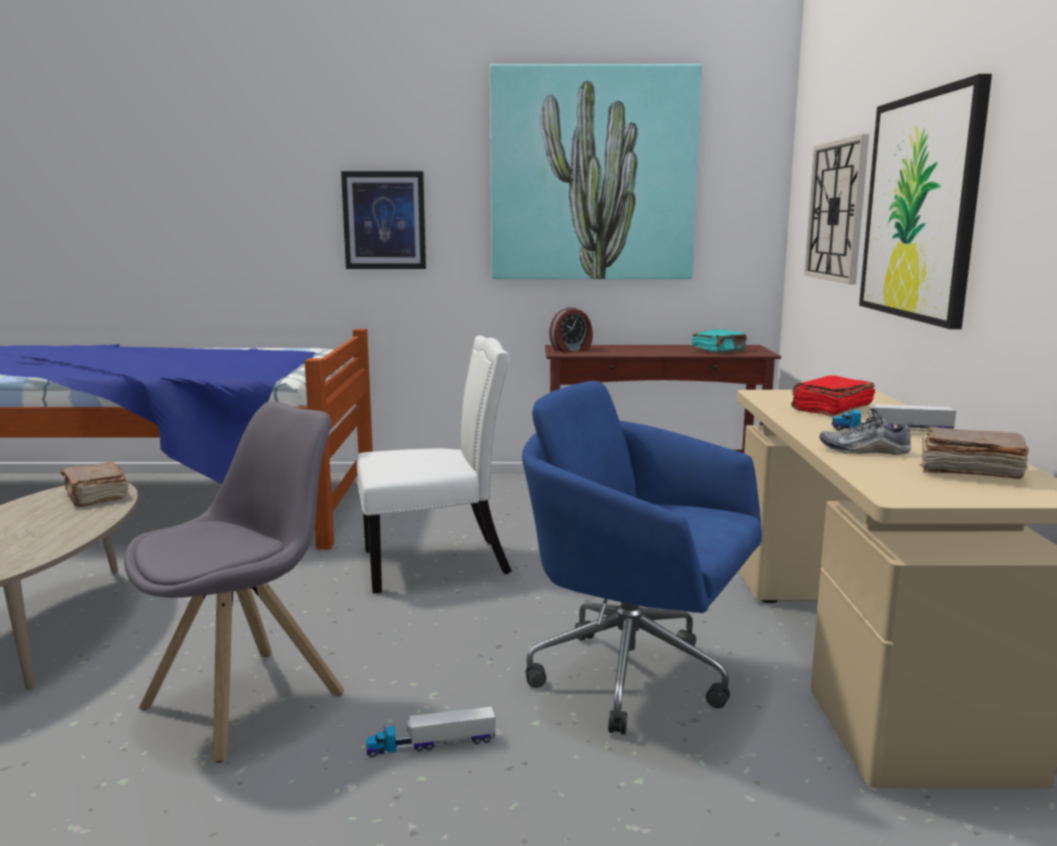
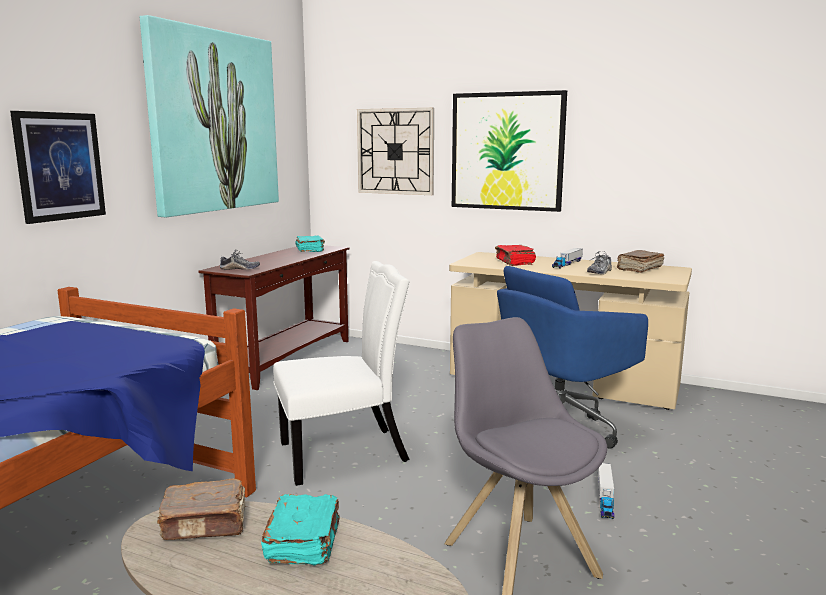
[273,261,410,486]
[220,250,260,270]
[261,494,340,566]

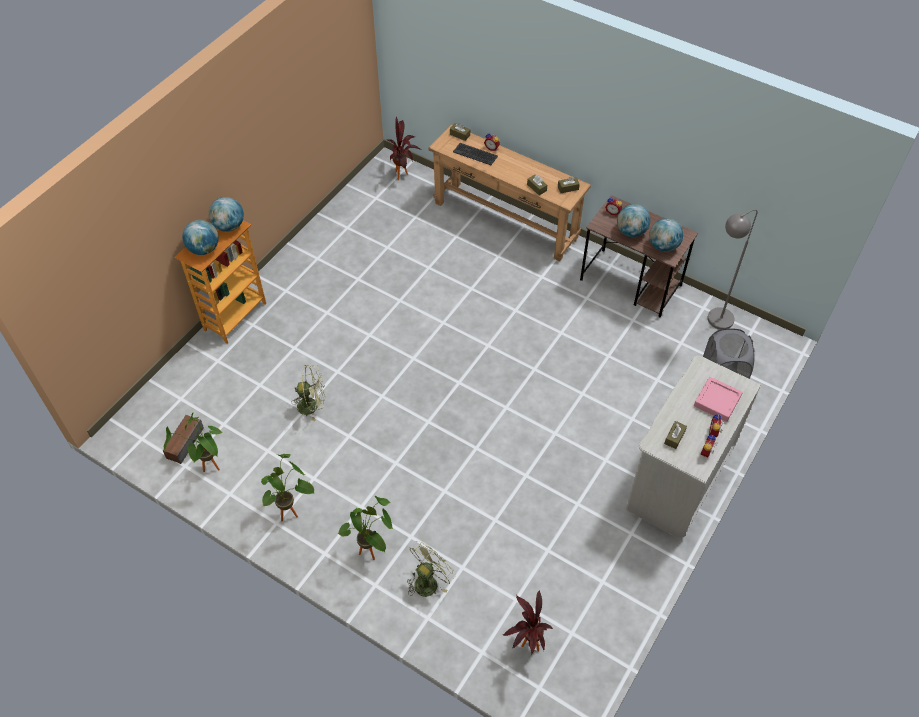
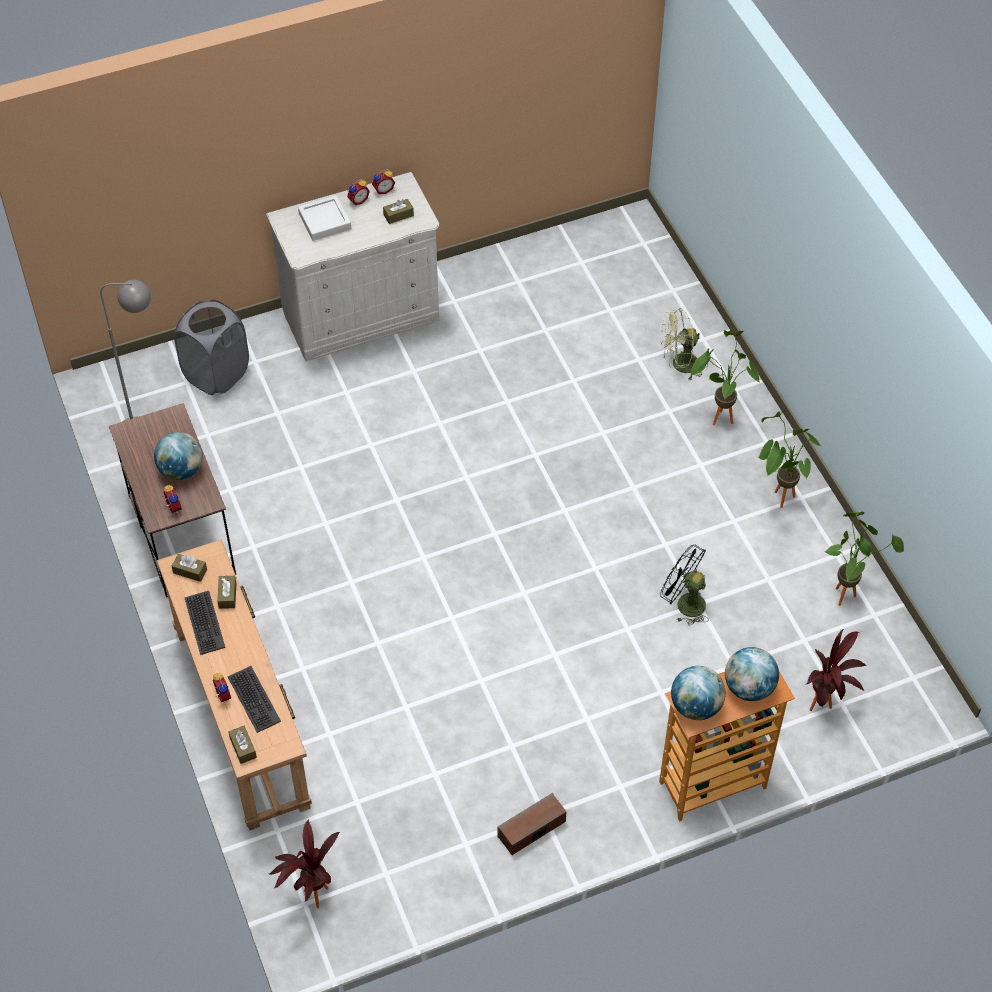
[497,793,566,855]
[660,545,709,626]
[807,630,866,711]
[649,218,683,252] (first image)
[298,195,351,241]
[185,591,225,655]

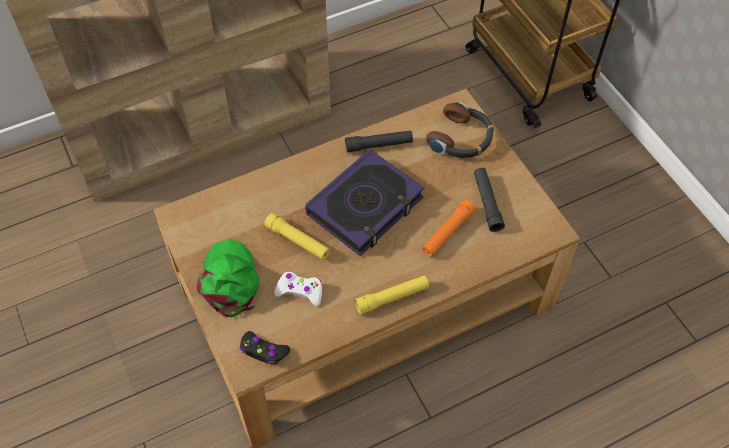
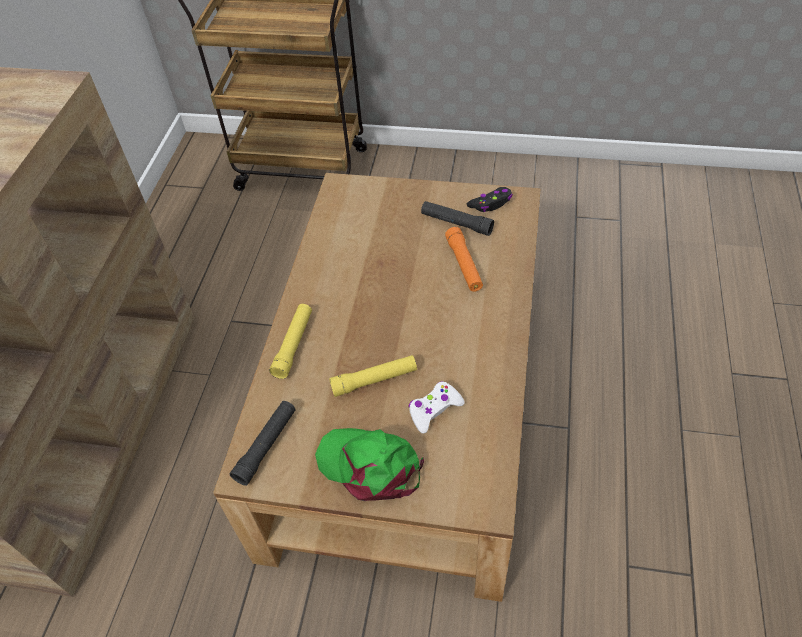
[467,187,513,212]
[305,149,424,256] (first image)
[230,401,296,486]
[269,304,312,379]
[426,102,494,158] (first image)

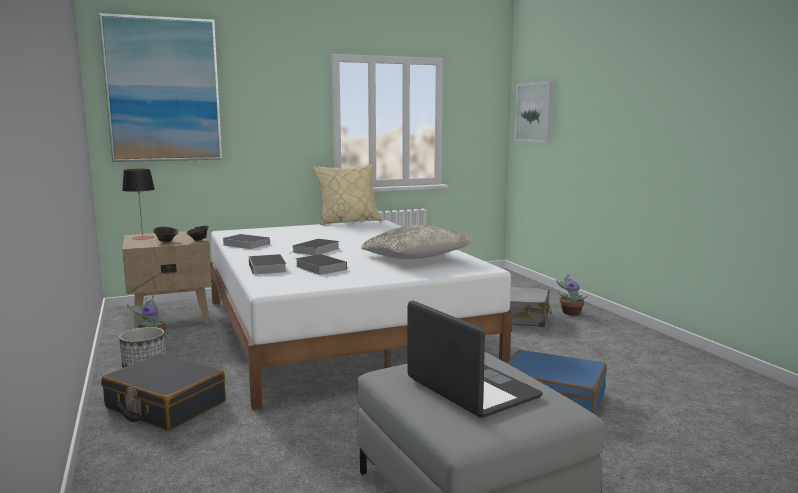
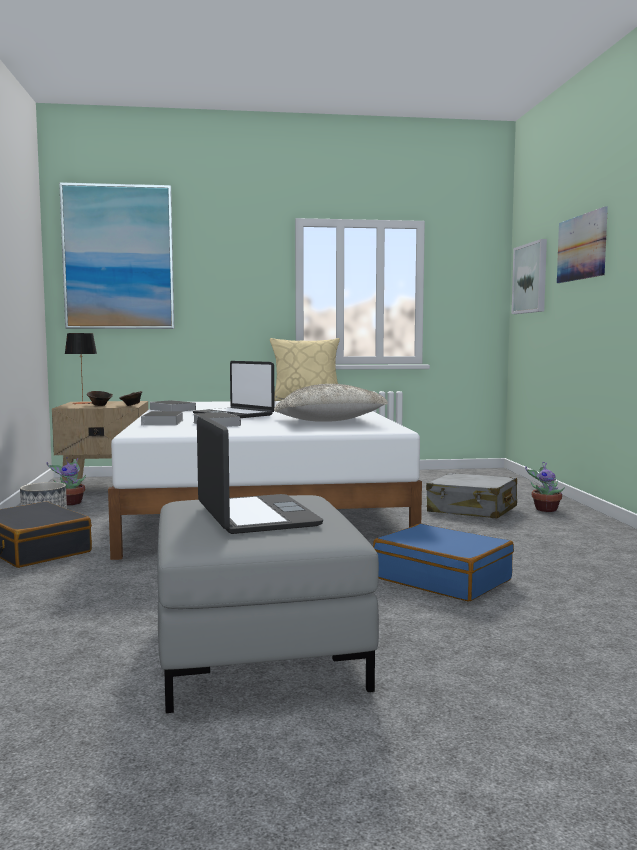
[193,361,275,418]
[557,206,608,283]

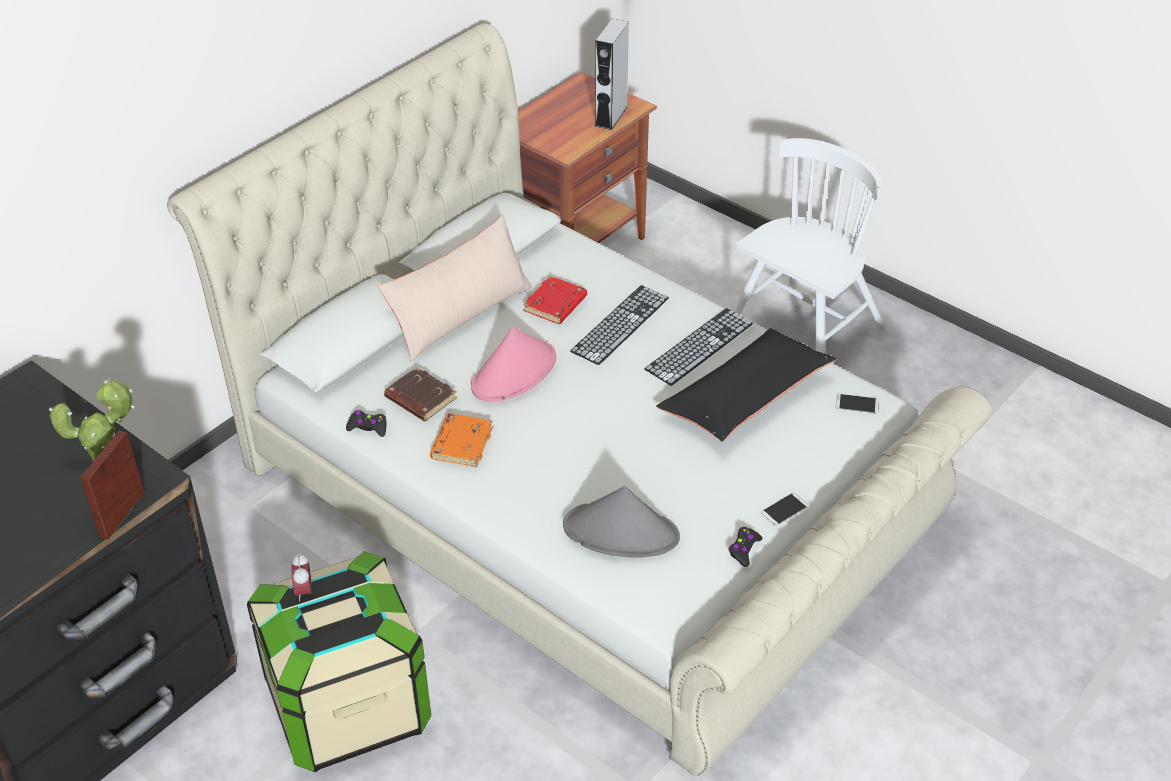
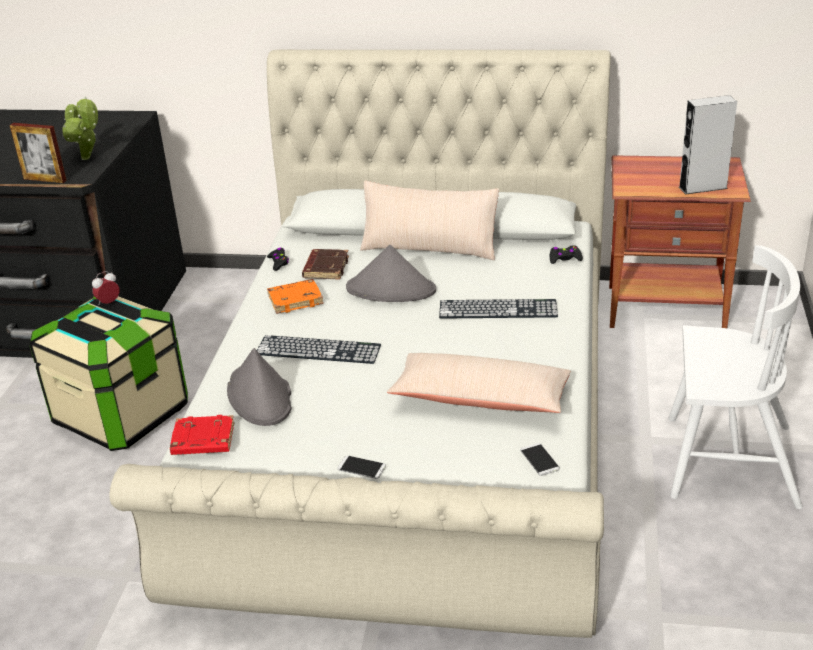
[10,123,67,183]
[346,245,436,302]
[170,415,235,455]
[257,335,381,364]
[387,353,571,413]
[550,245,583,264]

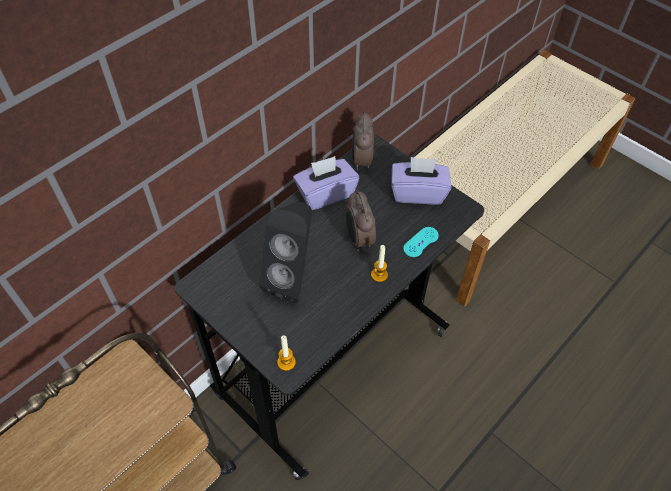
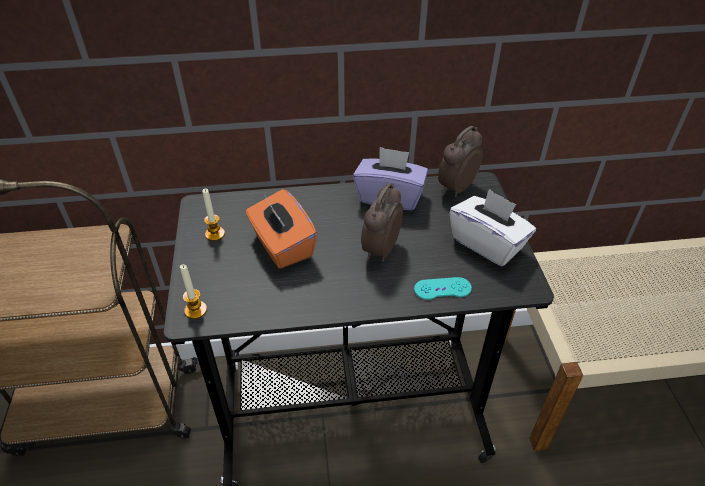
[246,189,317,269]
[202,188,225,241]
[450,189,536,266]

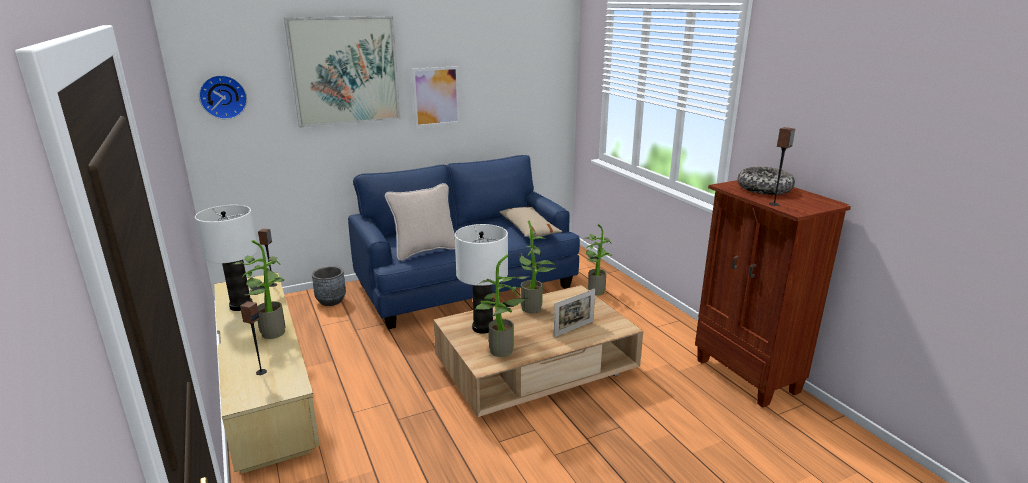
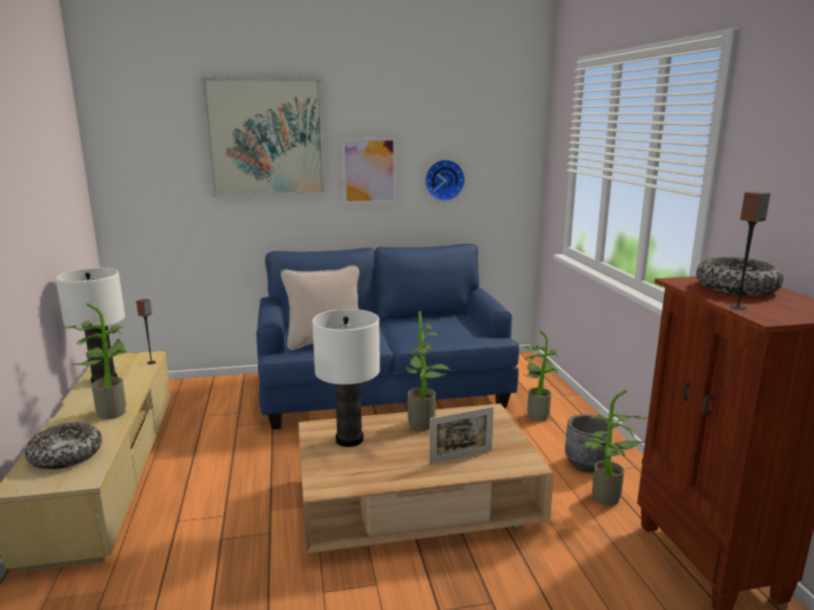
[425,159,465,201]
[25,422,102,469]
[565,414,613,473]
[584,389,648,506]
[500,207,562,237] (first image)

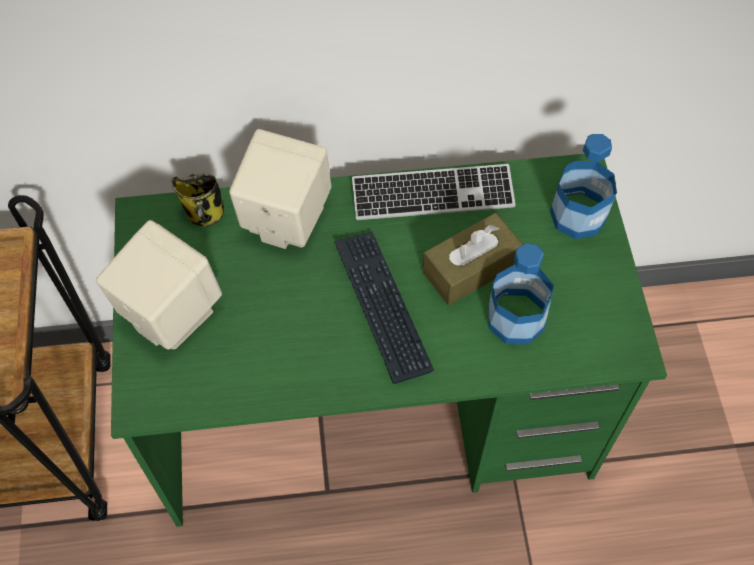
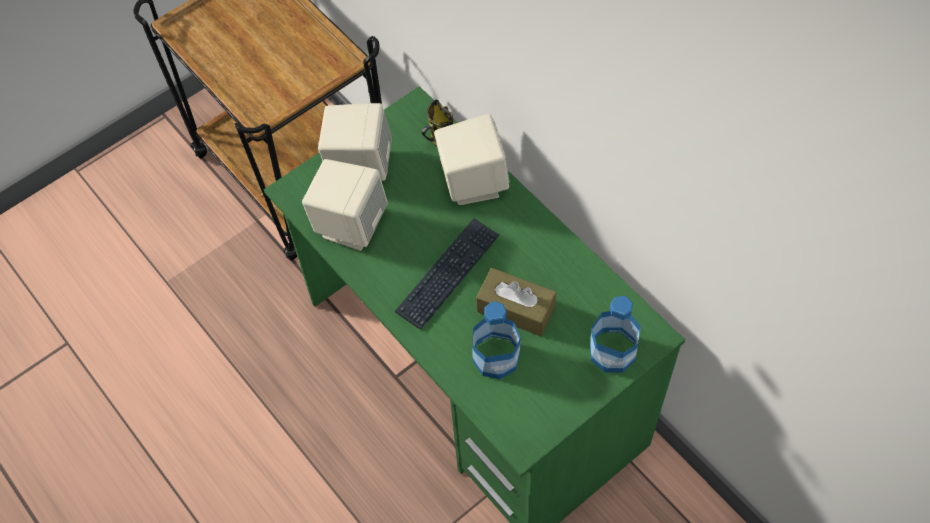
[352,164,516,220] (first image)
[302,159,388,251]

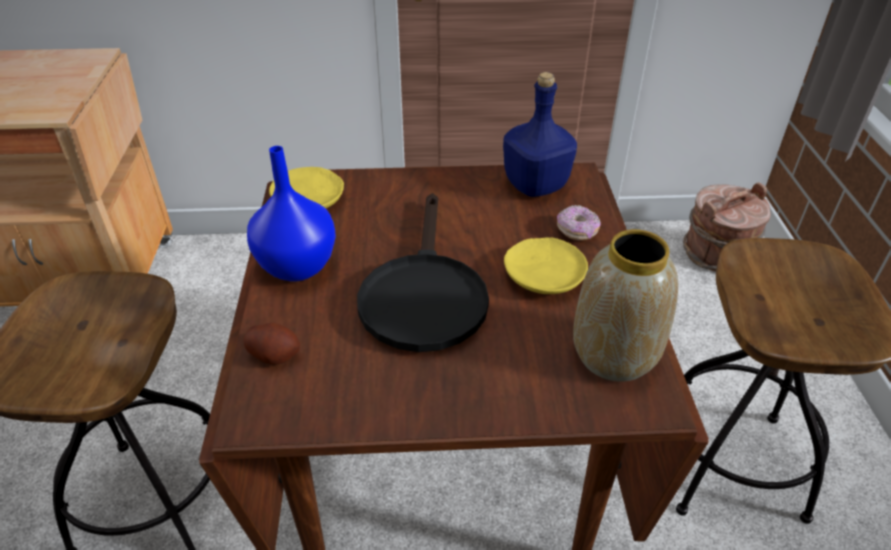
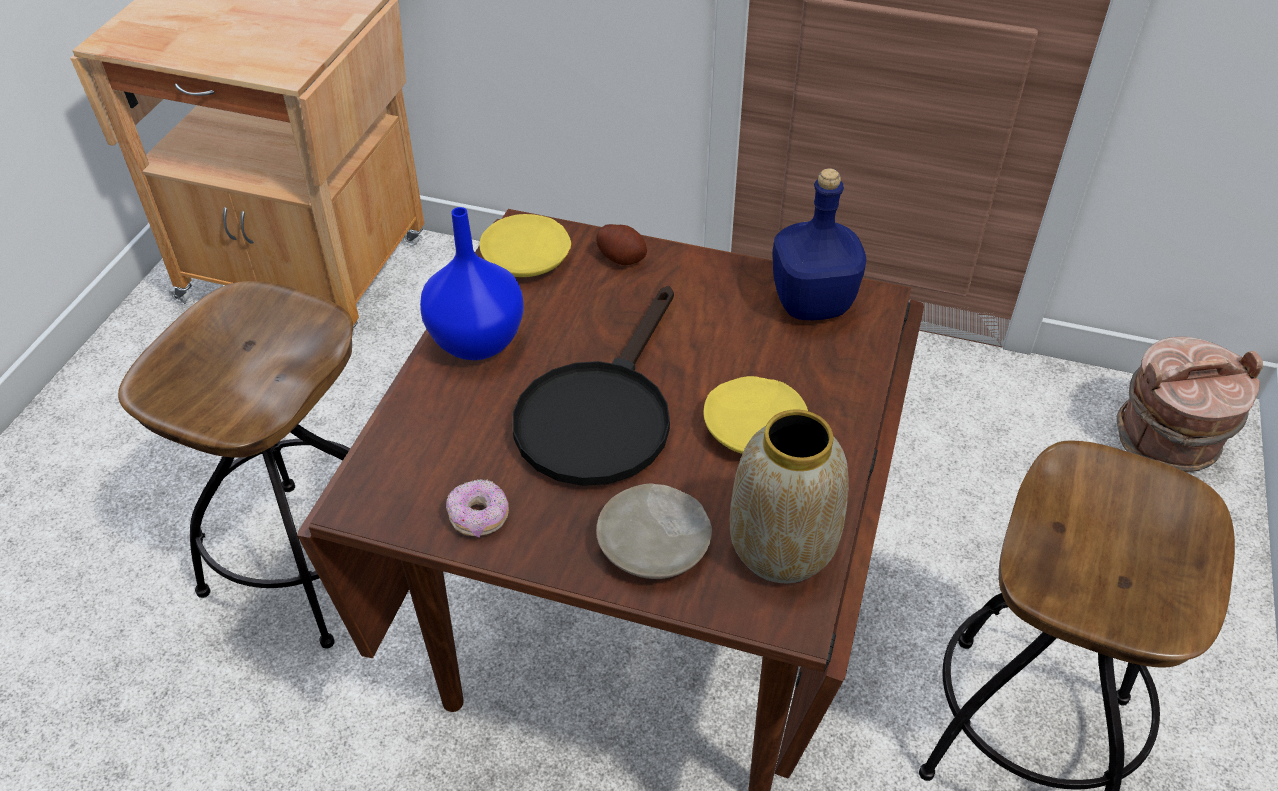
[596,224,647,265]
[446,479,509,538]
[596,483,712,579]

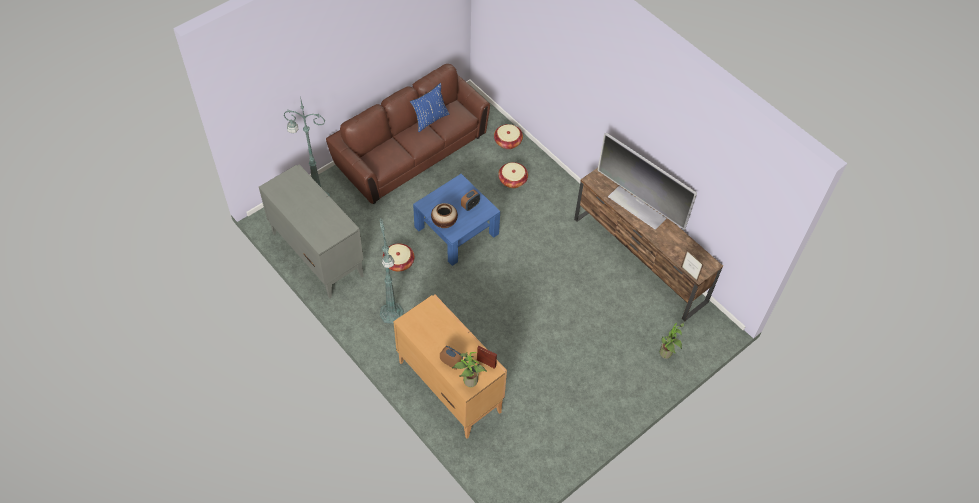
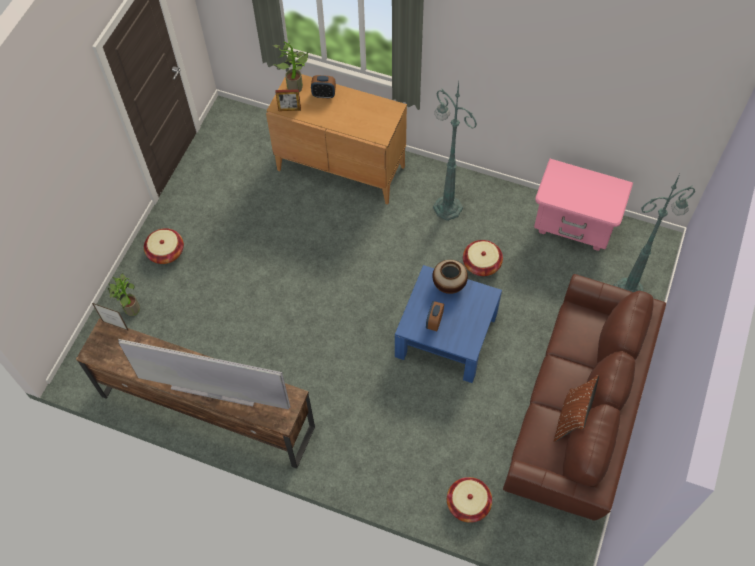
[534,159,633,251]
[554,375,599,442]
[144,228,184,264]

